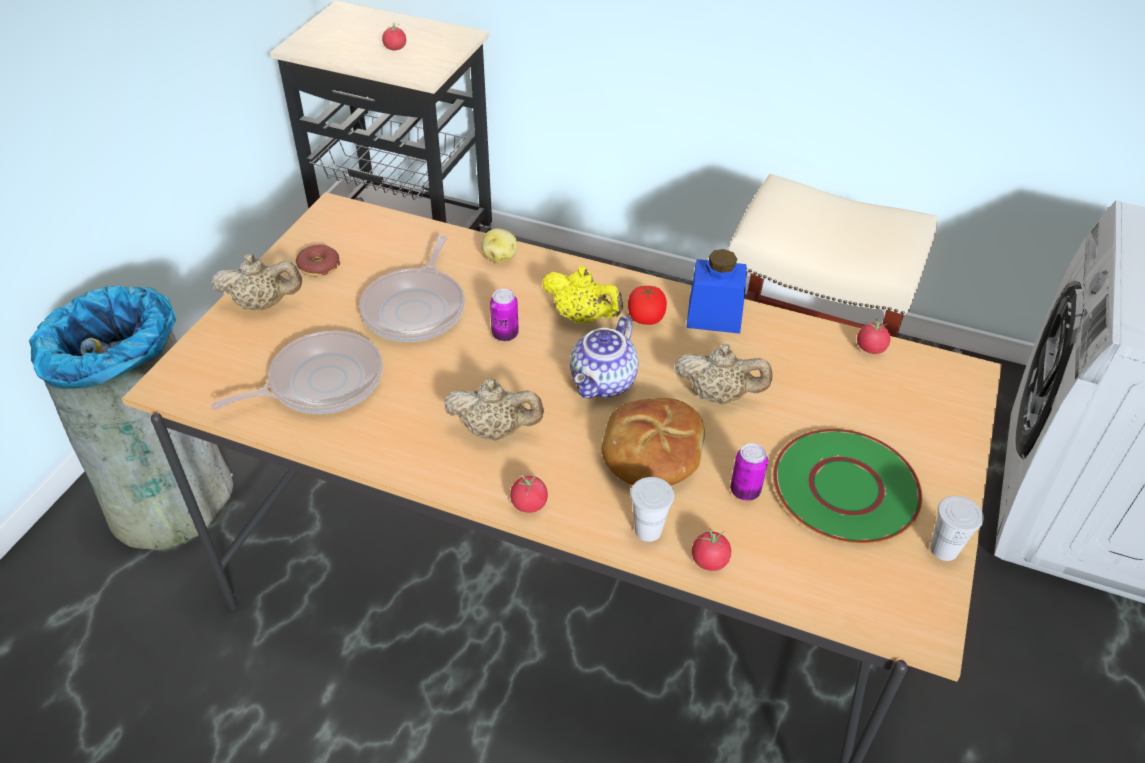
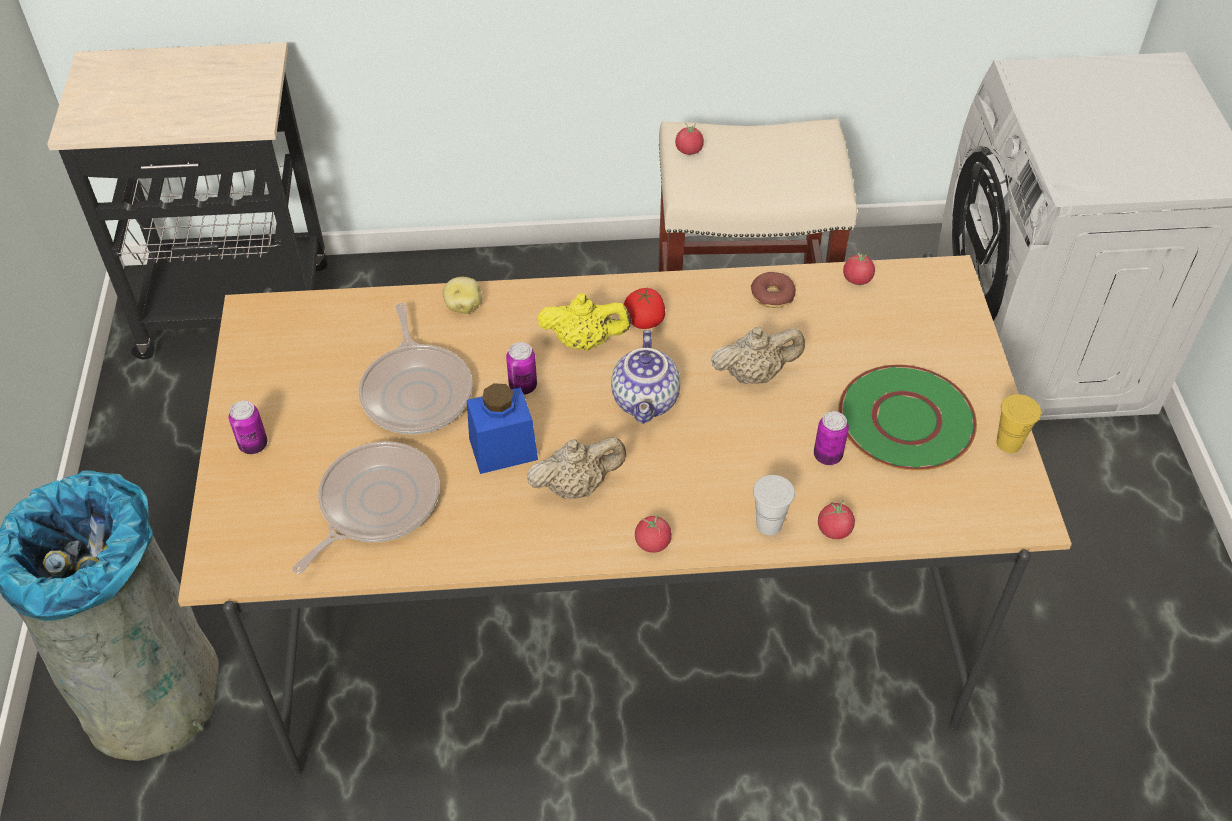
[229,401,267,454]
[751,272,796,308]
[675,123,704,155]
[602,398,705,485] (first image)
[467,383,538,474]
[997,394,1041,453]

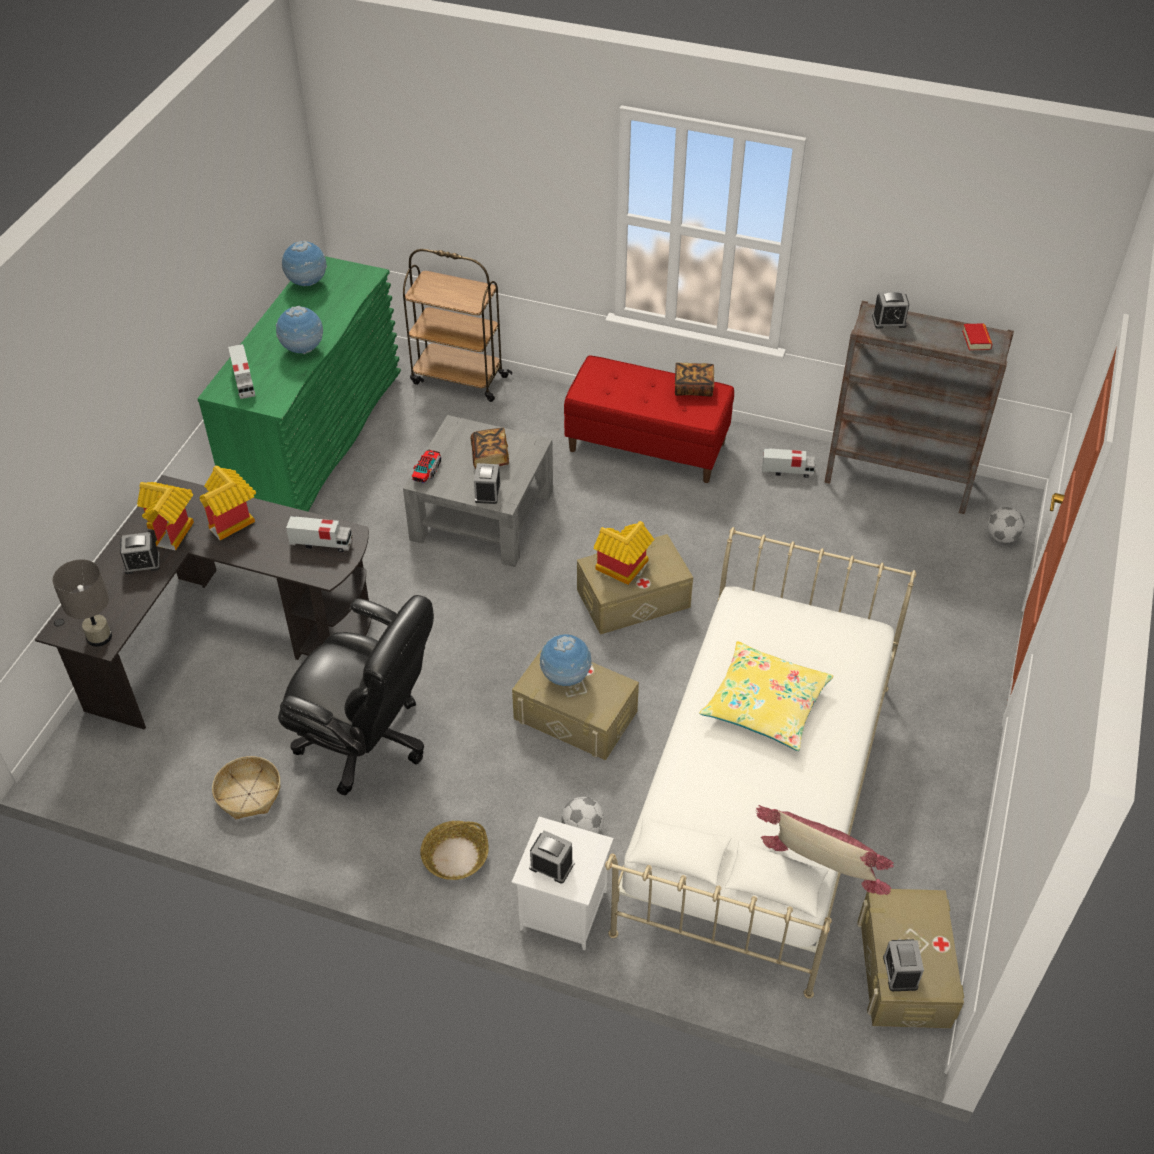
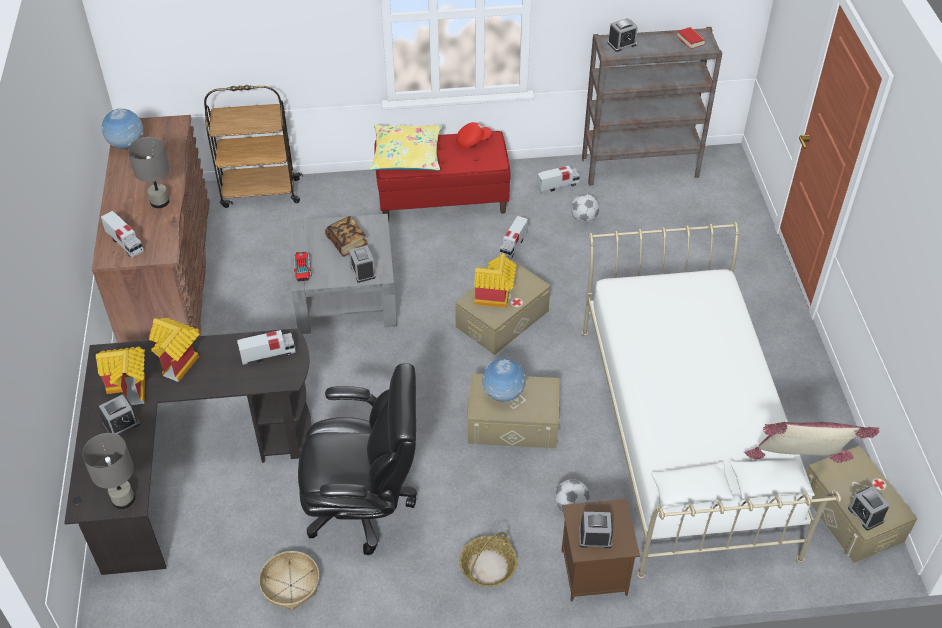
[92,115,210,343]
[128,137,170,208]
[562,499,640,601]
[456,122,492,148]
[369,125,442,171]
[571,194,599,223]
[500,216,528,260]

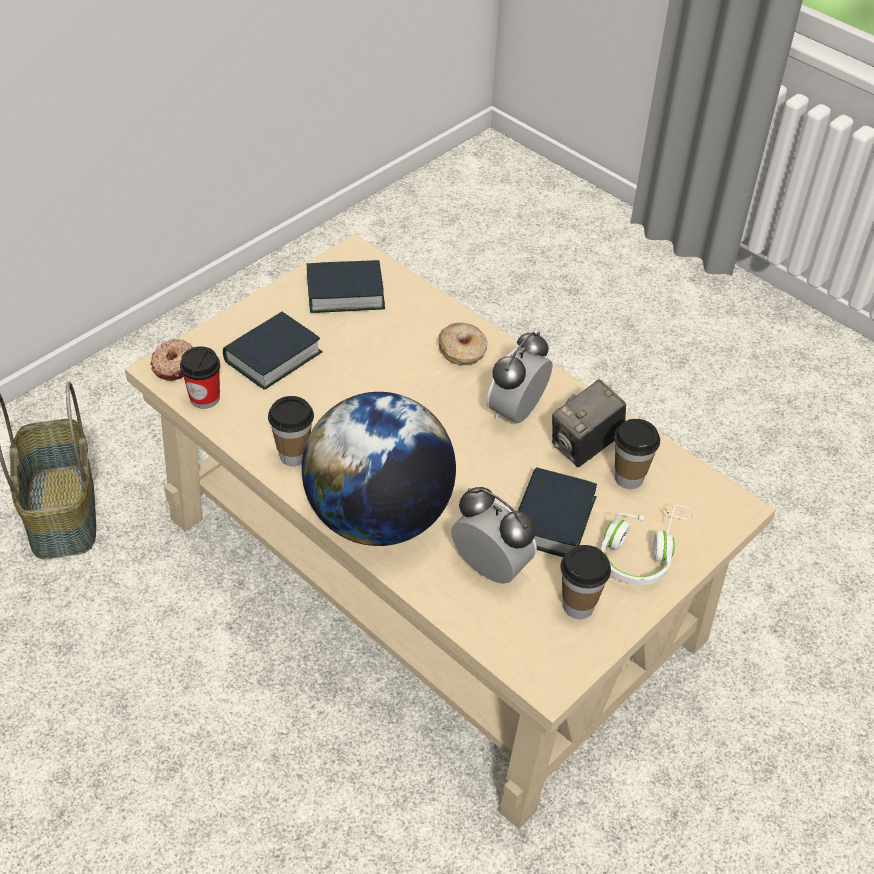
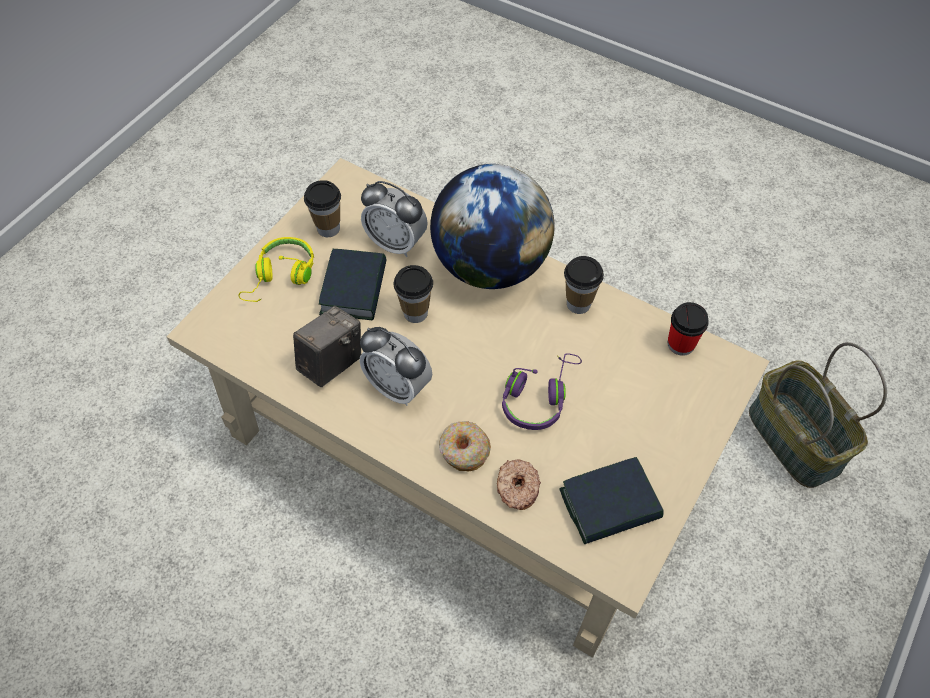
[497,460,541,510]
[223,312,323,390] (first image)
[359,327,432,406]
[238,237,314,302]
[394,265,433,323]
[502,353,582,430]

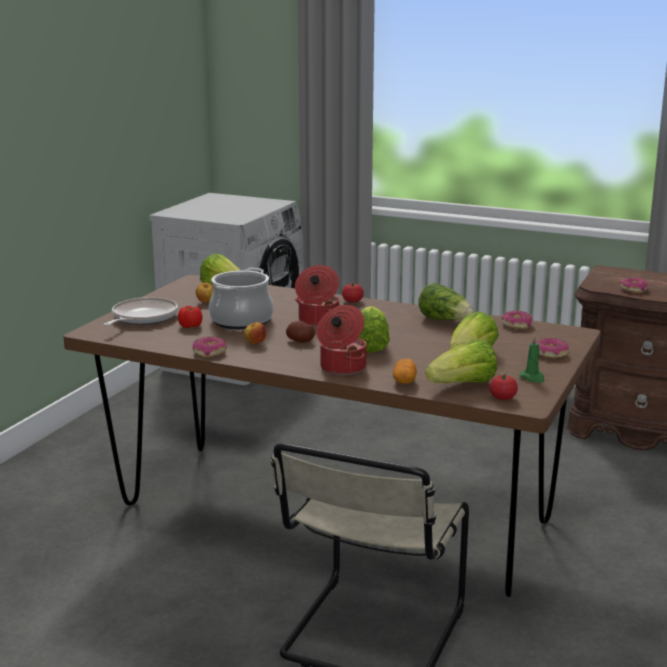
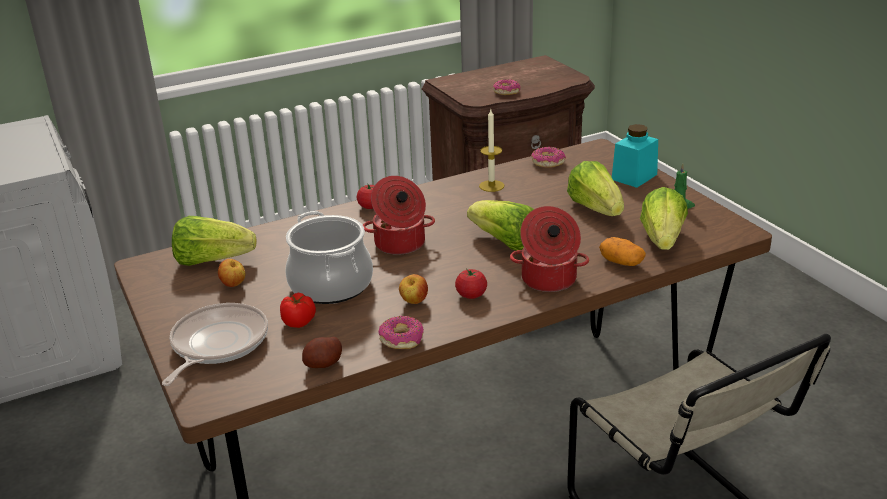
[162,303,268,386]
[302,337,342,368]
[479,110,504,192]
[455,269,487,299]
[612,124,658,188]

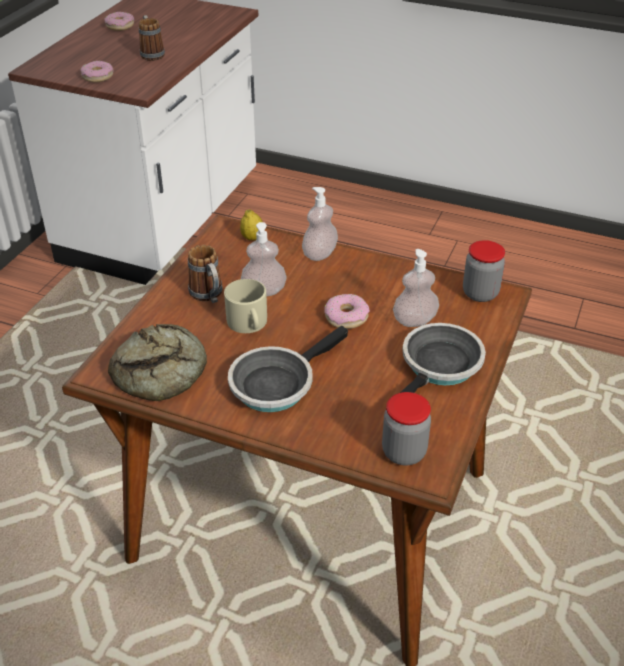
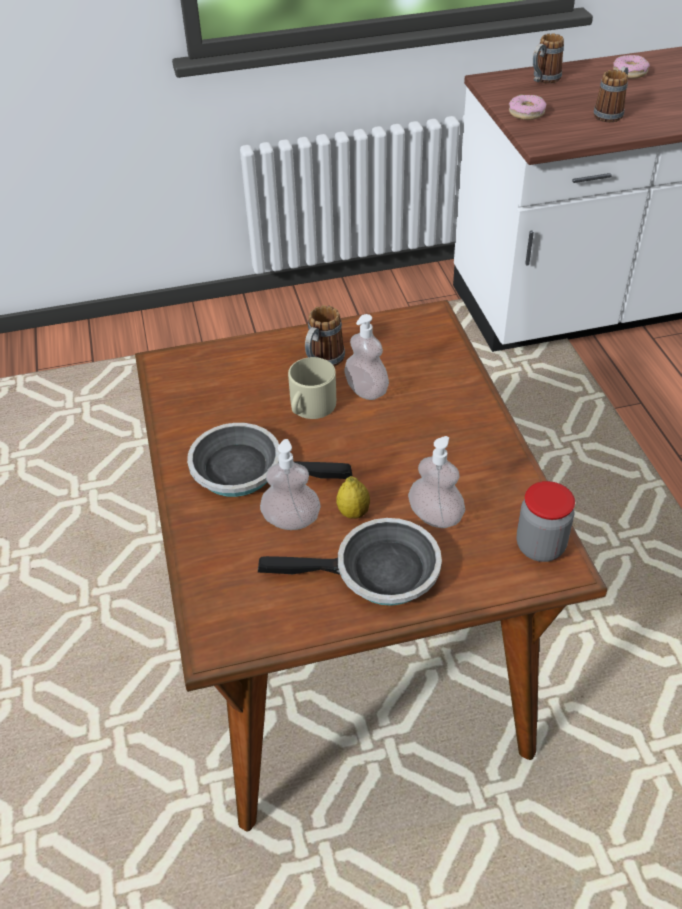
[108,324,207,401] (first image)
[336,476,370,519]
[260,439,321,530]
[324,294,370,329] (first image)
[382,392,431,465] (first image)
[533,34,564,83]

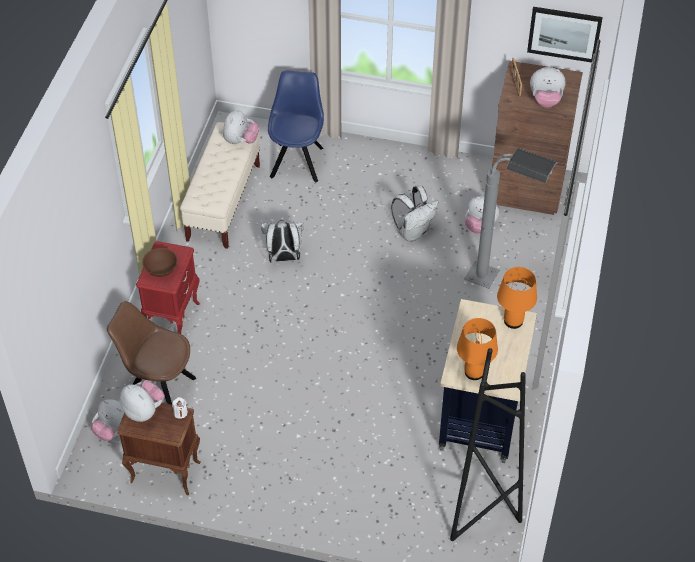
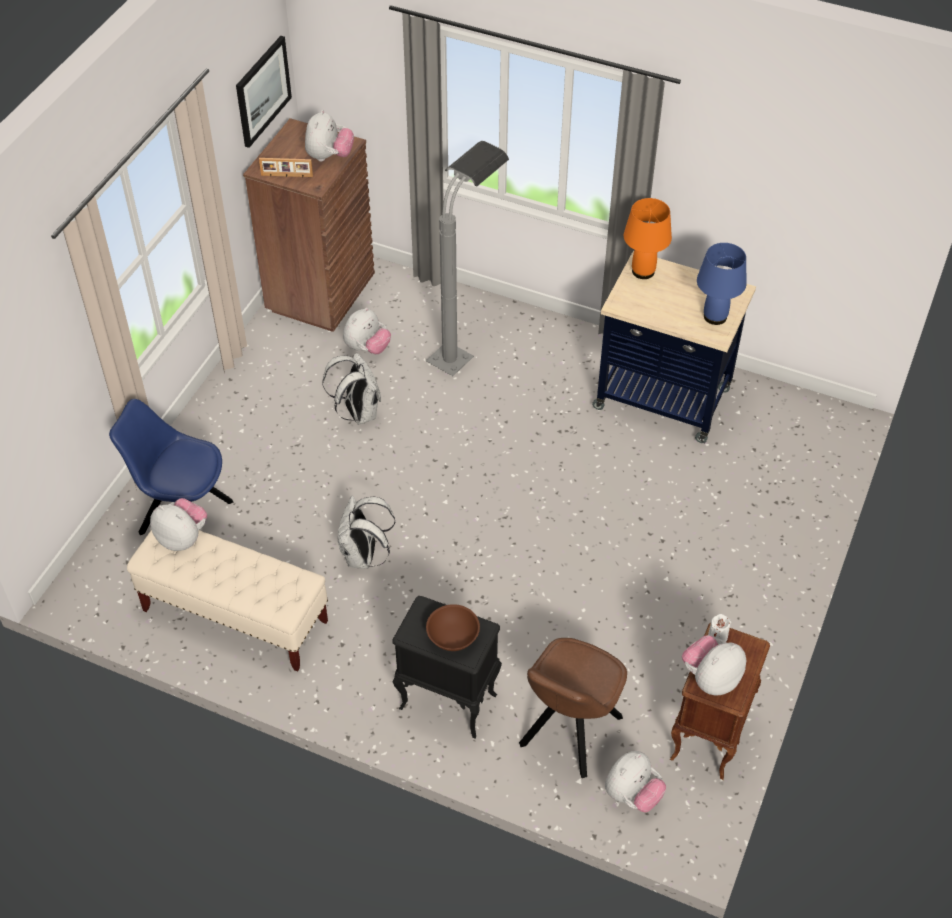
[392,596,502,739]
[450,348,526,541] (first image)
[697,243,746,325]

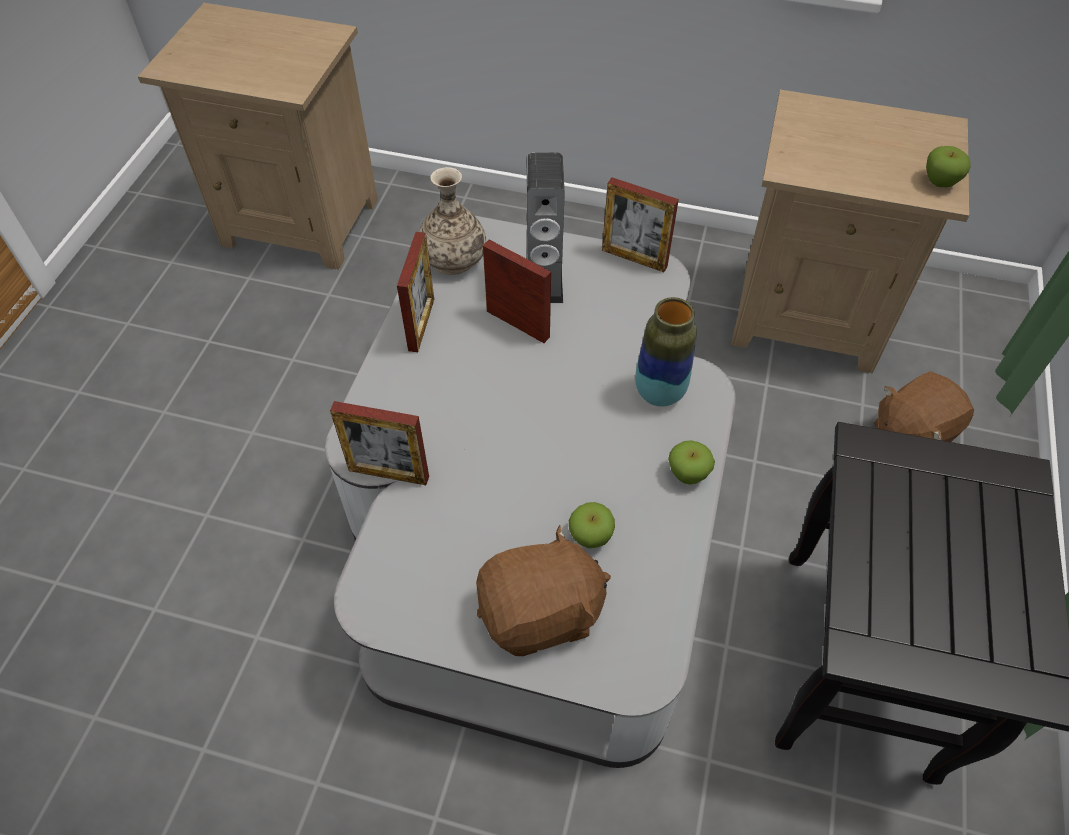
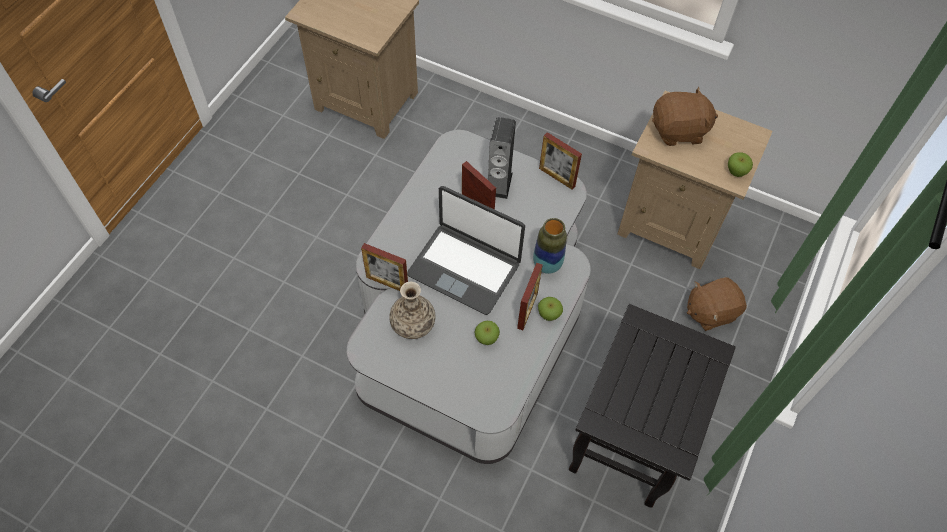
[517,263,543,330]
[389,282,435,339]
[652,87,718,146]
[407,186,525,315]

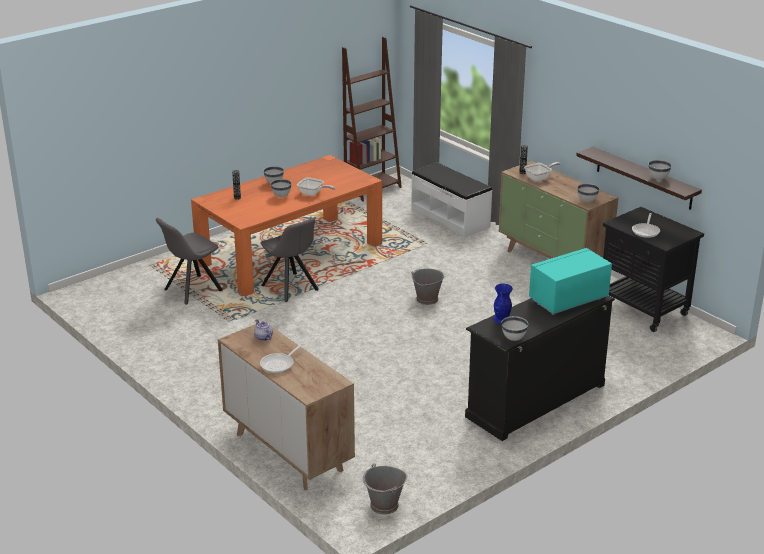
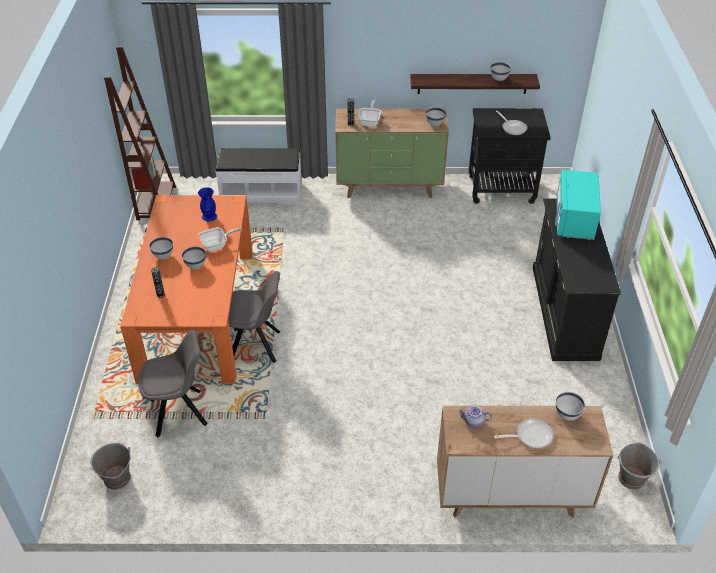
[139,330,208,437]
[494,419,553,448]
[89,443,131,490]
[198,187,217,222]
[556,392,585,420]

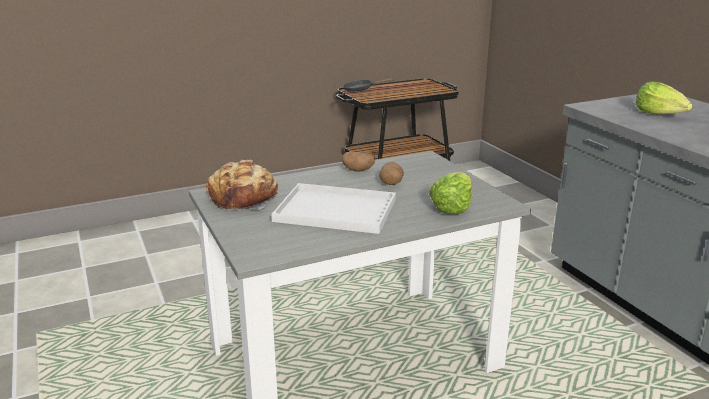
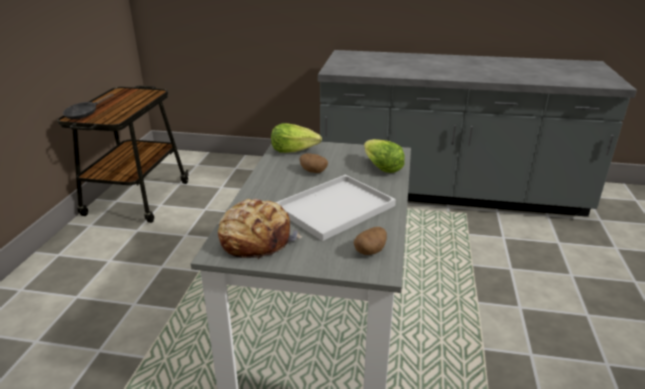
[354,227,387,255]
[271,123,322,153]

